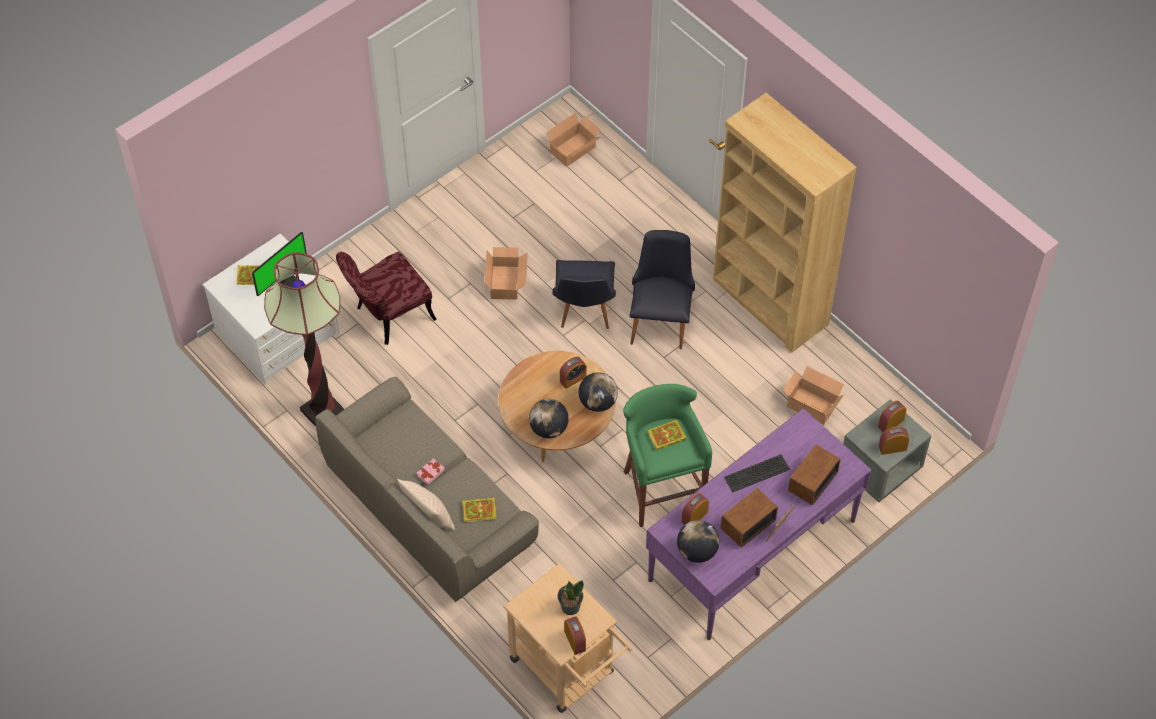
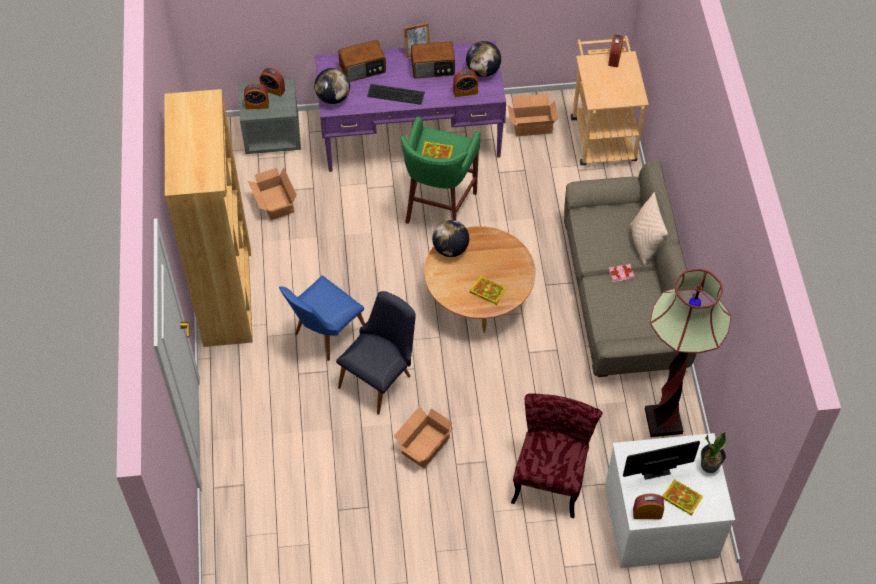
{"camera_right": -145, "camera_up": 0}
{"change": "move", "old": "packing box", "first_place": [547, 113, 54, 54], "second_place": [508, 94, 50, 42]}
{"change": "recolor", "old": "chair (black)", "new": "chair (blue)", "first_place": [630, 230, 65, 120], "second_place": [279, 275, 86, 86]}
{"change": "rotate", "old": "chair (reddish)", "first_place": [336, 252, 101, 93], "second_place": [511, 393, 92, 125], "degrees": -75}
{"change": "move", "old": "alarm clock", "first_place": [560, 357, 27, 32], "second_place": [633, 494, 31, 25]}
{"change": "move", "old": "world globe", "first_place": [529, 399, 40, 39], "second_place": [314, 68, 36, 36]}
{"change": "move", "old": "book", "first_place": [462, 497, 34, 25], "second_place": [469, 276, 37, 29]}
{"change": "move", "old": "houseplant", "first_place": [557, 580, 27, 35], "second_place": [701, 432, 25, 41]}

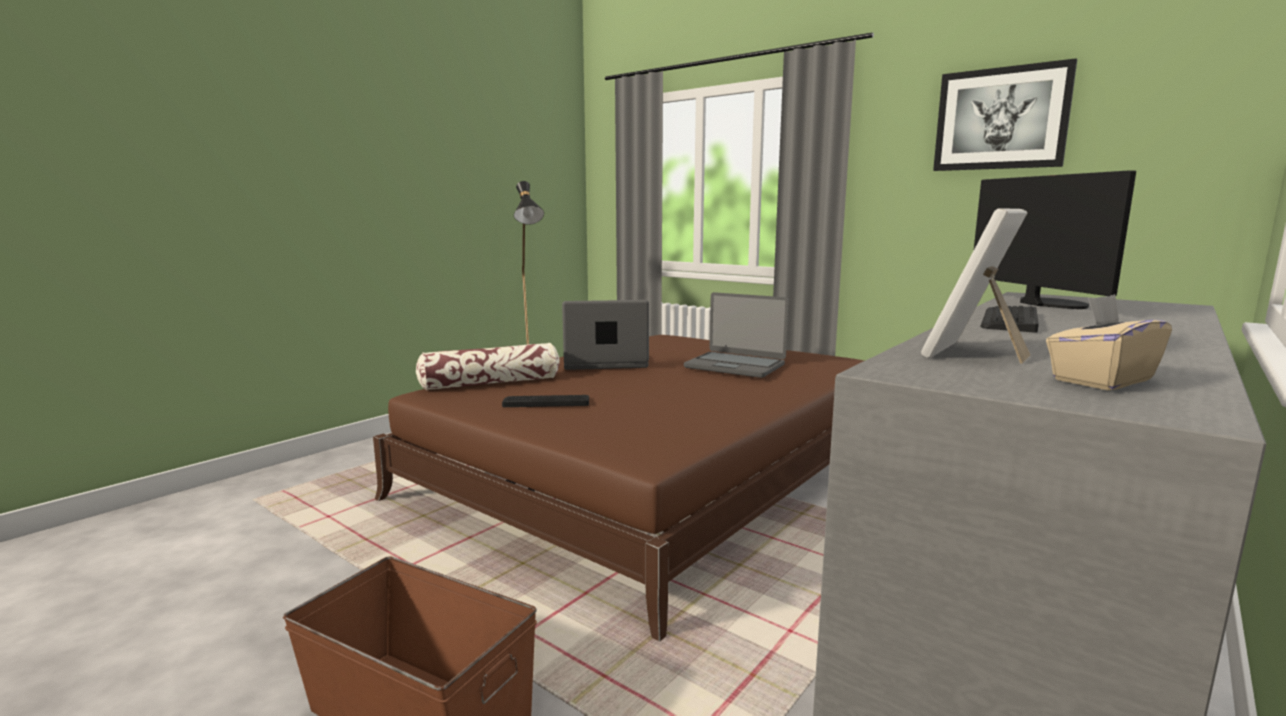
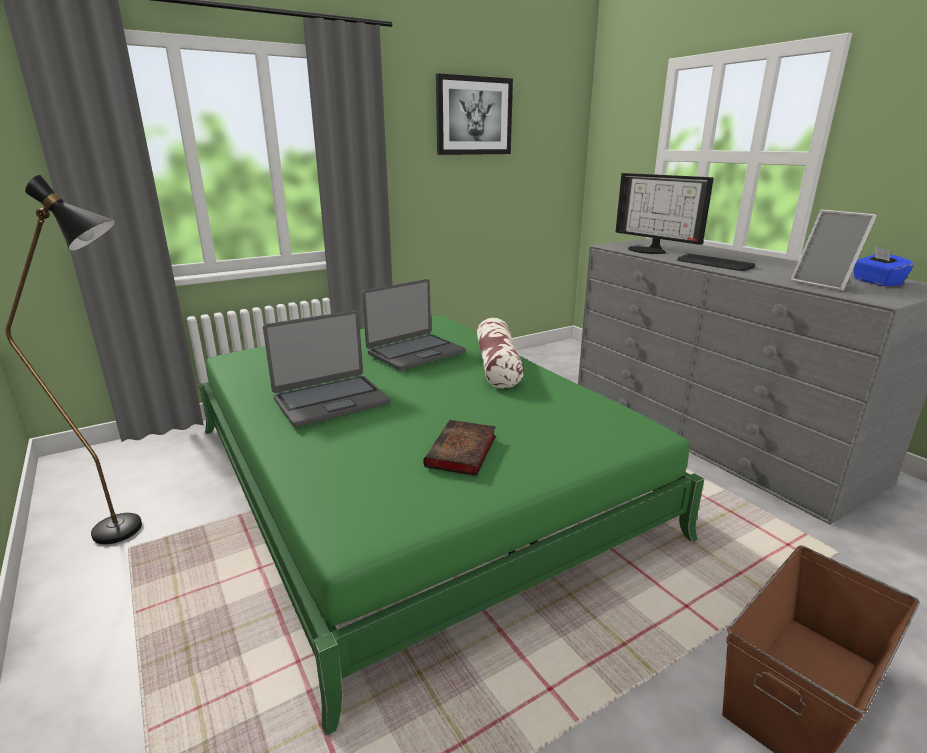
{"camera_right": -70, "camera_up": 10}
{"change": "rotate", "old": "monitor", "first_place": [974, 170, 162, 139], "second_place": [615, 173, 99, 81], "degrees": -135}
{"change": "recolor", "old": "tissue box (beige)", "new": "tissue box (blue)", "first_place": [1046, 294, 126, 96], "second_place": [854, 247, 60, 39]}
{"change": "rotate", "old": "portable computer", "first_place": [562, 300, 87, 70], "second_place": [263, 310, 128, 117], "degrees": -135}
{"change": "recolor", "old": "bedroom bed (brown-coloured)", "new": "bedroom bed (green-coloured)", "first_place": [373, 335, 491, 306], "second_place": [199, 316, 505, 420]}
{"change": "move", "old": "throw pillow", "first_place": [416, 343, 144, 47], "second_place": [477, 318, 47, 71]}
{"change": "replace", "old": "computer keyboard", "new": "book", "first_place": [502, 395, 87, 12], "second_place": [423, 420, 73, 56]}

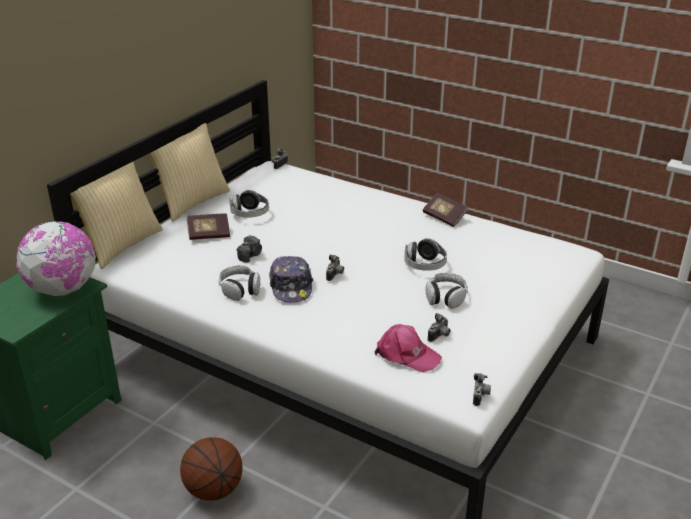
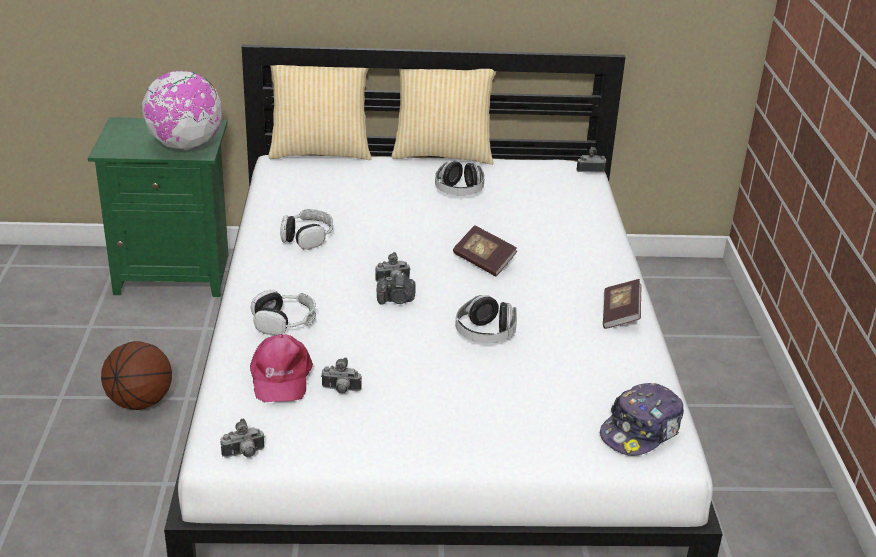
{"camera_right": 55, "camera_up": 0}
{"change": "move", "old": "book", "first_place": [187, 213, 43, 27], "second_place": [453, 225, 64, 52]}
{"change": "move", "old": "photo camera", "first_place": [237, 235, 25, 28], "second_place": [377, 272, 39, 33]}
{"change": "move", "old": "baseball cap", "first_place": [269, 256, 44, 46], "second_place": [600, 383, 84, 73]}
{"change": "move", "old": "pair of headphones", "first_place": [426, 273, 42, 36], "second_place": [251, 290, 65, 46]}

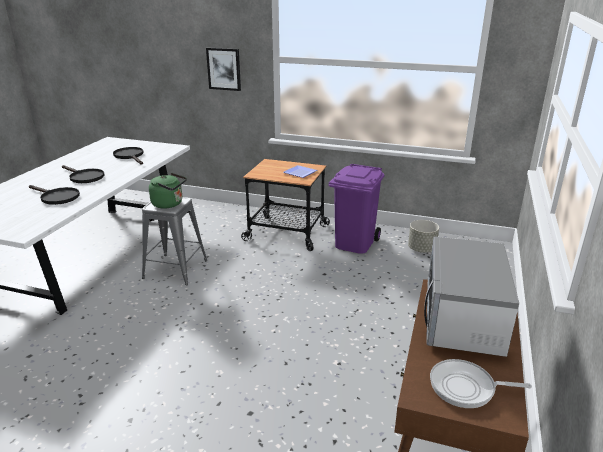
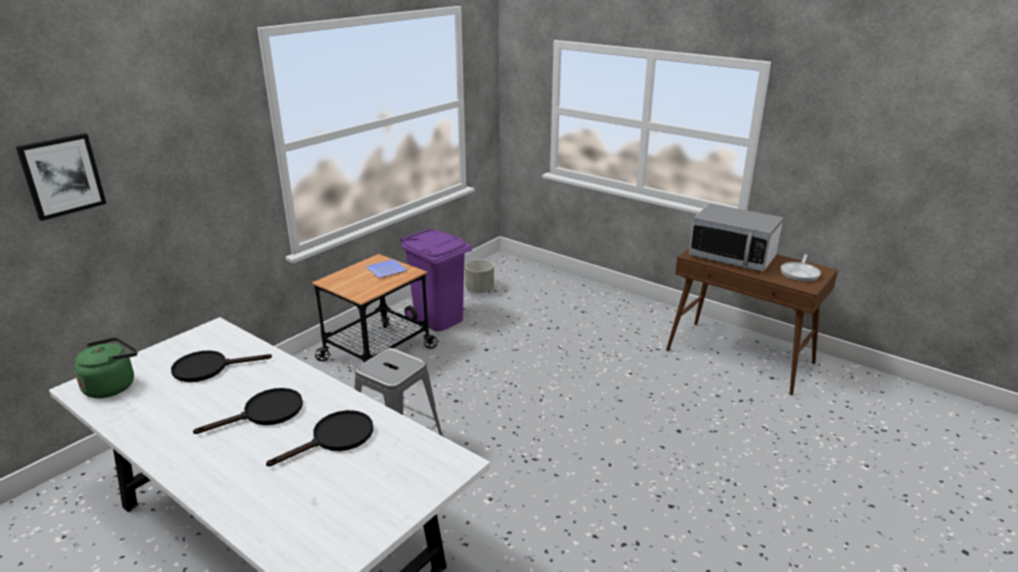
{"camera_right": -70, "camera_up": 0}
{"change": "move", "old": "picture", "first_place": [206, 47, 35, 44], "second_place": [16, 133, 91, 88]}
{"change": "move", "old": "water kettle (green-coloured)", "first_place": [149, 173, 38, 36], "second_place": [74, 338, 63, 60]}

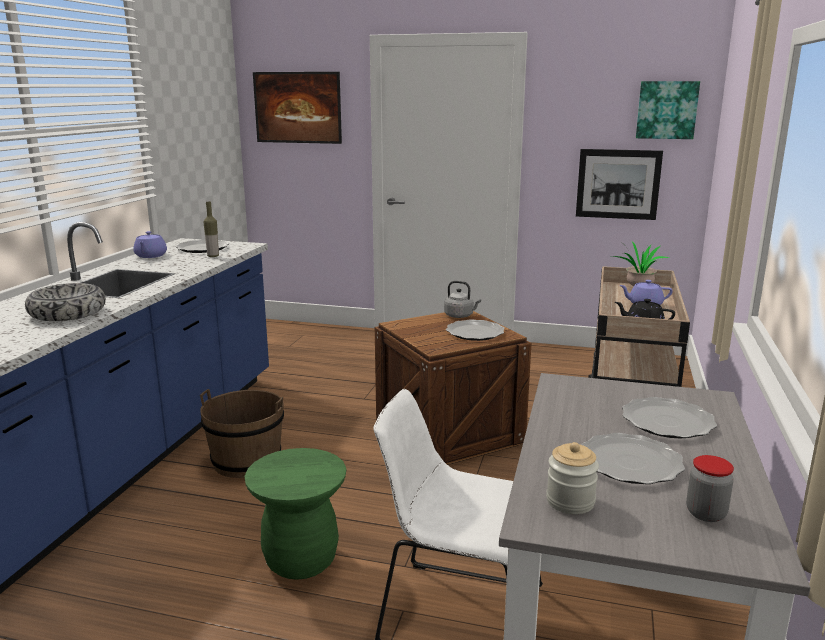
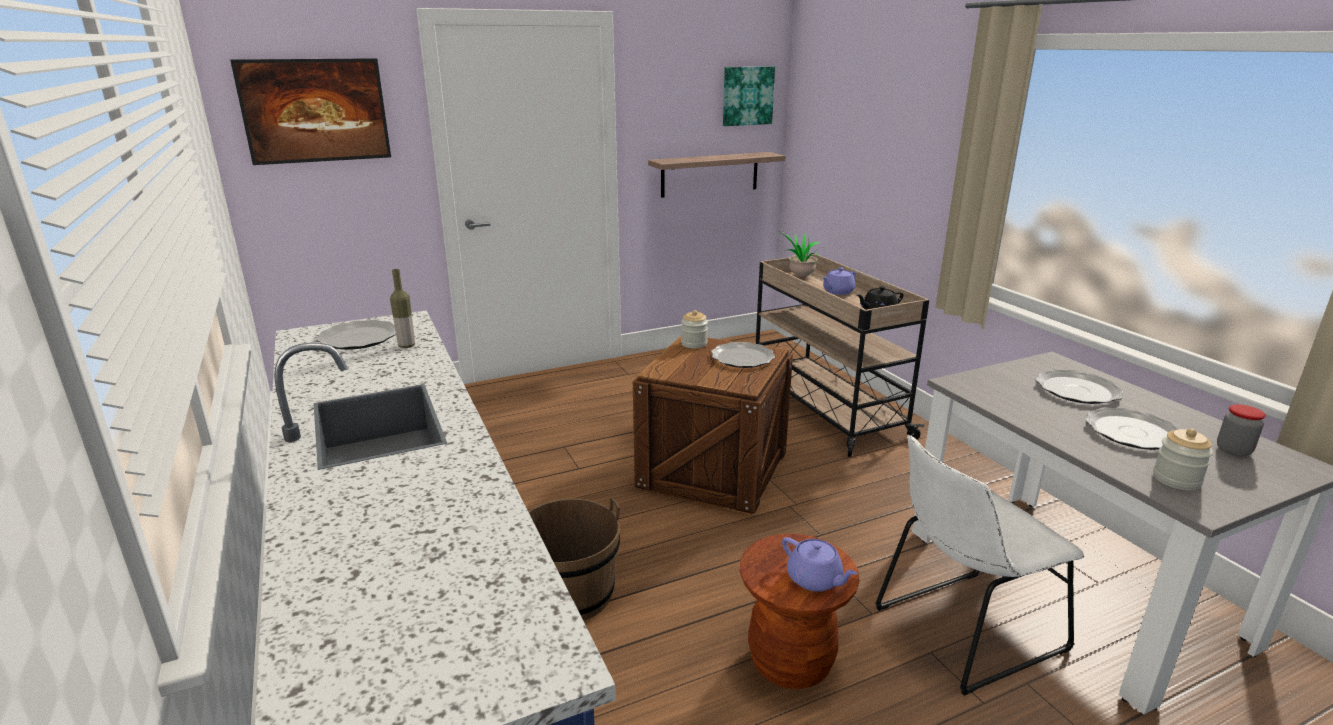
{"camera_right": -40, "camera_up": 5}
{"change": "replace", "old": "picture", "new": "shelf", "first_place": [576, 149, 87, 71], "second_place": [648, 152, 138, 46]}
{"change": "move", "old": "teapot (purple)", "first_place": [133, 231, 34, 27], "second_place": [782, 537, 76, 55]}
{"change": "replace", "old": "water kettle (gray)", "new": "jar", "first_place": [444, 281, 37, 37], "second_place": [681, 310, 27, 39]}
{"change": "delete", "old": "serving bowl", "first_place": [25, 283, 81, 38]}
{"change": "recolor", "old": "stool (green-coloured)", "new": "stool (brown-coloured)", "first_place": [245, 448, 101, 132], "second_place": [740, 534, 120, 155]}

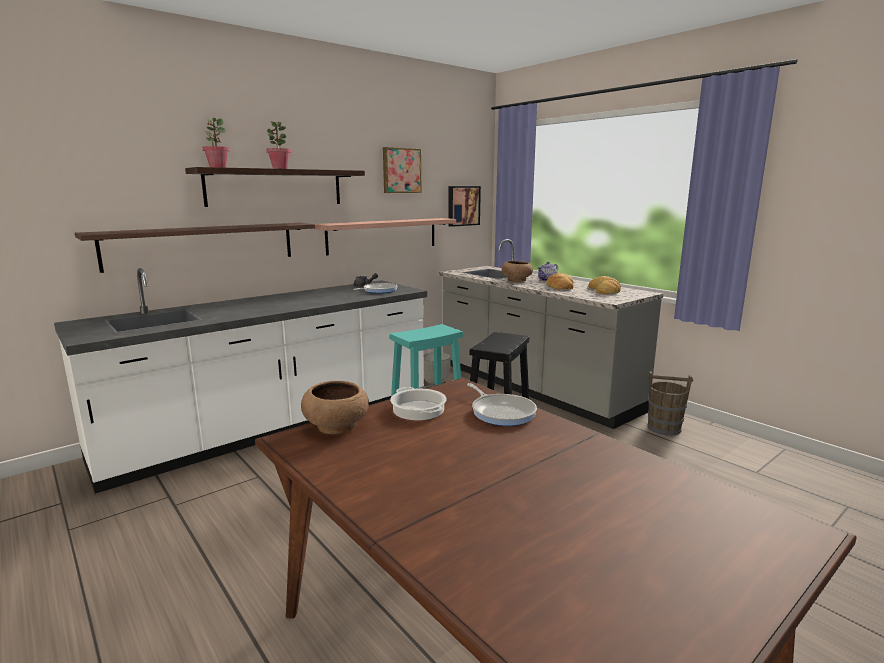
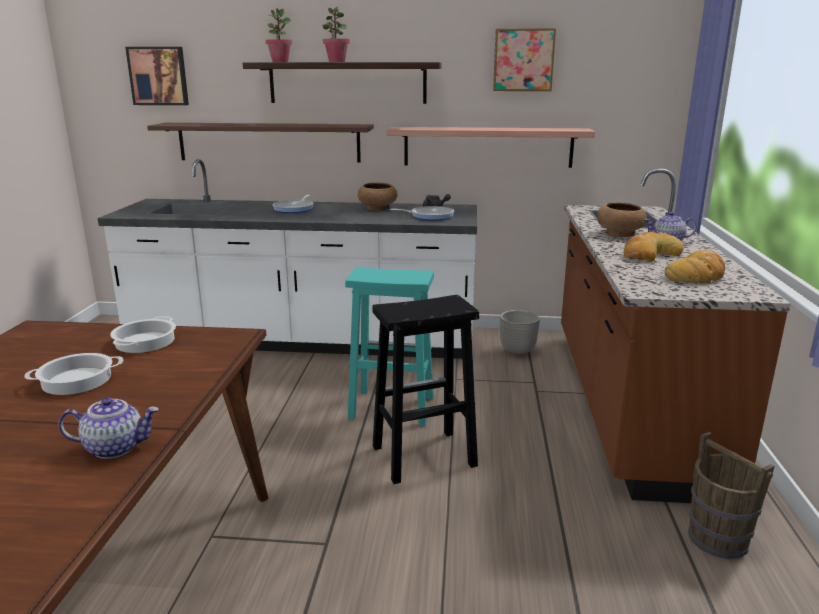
{"camera_right": 45, "camera_up": 5}
{"change": "move", "old": "picture", "first_place": [448, 186, 33, 41], "second_place": [125, 47, 64, 58]}
{"change": "recolor", "old": "kitchen base unit (gray)", "new": "kitchen base unit (brown-coloured)", "first_place": [439, 239, 224, 190], "second_place": [561, 169, 230, 334]}
{"change": "move", "old": "serving bowl (brown-coloured)", "first_place": [301, 381, 68, 53], "second_place": [358, 183, 39, 28]}
{"change": "move", "old": "pan", "first_place": [467, 383, 70, 43], "second_place": [273, 195, 41, 18]}
{"change": "insert", "new": "cooking pot", "second_place": [24, 353, 100, 42]}
{"change": "insert", "new": "teapot", "second_place": [59, 397, 100, 62]}

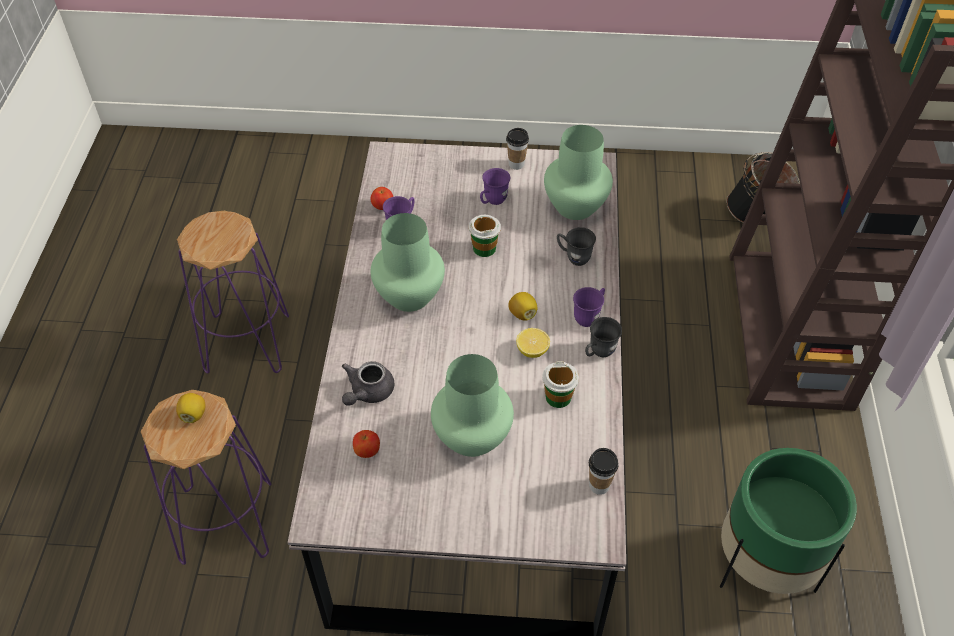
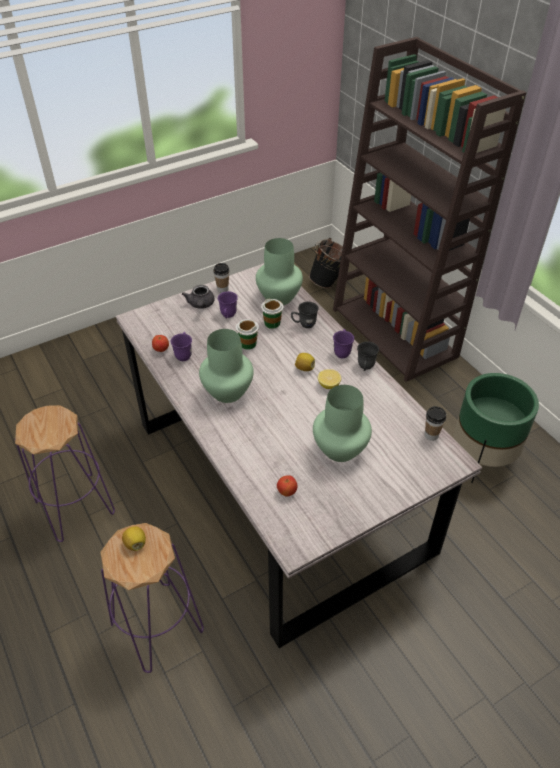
{"camera_right": -35, "camera_up": -5}
{"change": "move", "old": "teapot (gray)", "first_place": [342, 361, 52, 45], "second_place": [182, 285, 32, 24]}
{"change": "move", "old": "cup", "first_place": [542, 361, 37, 47], "second_place": [261, 299, 22, 30]}

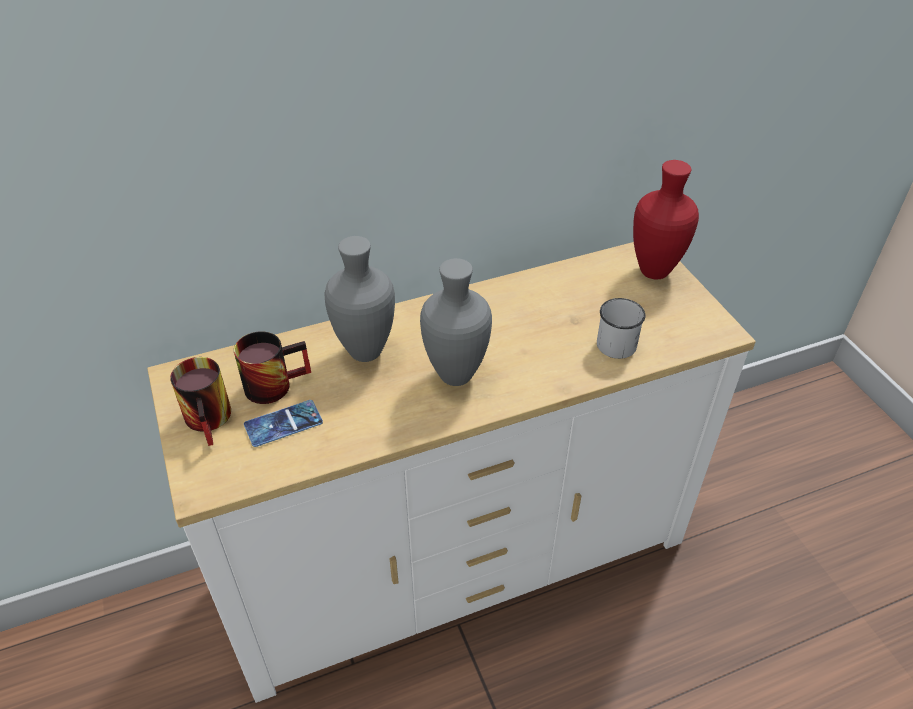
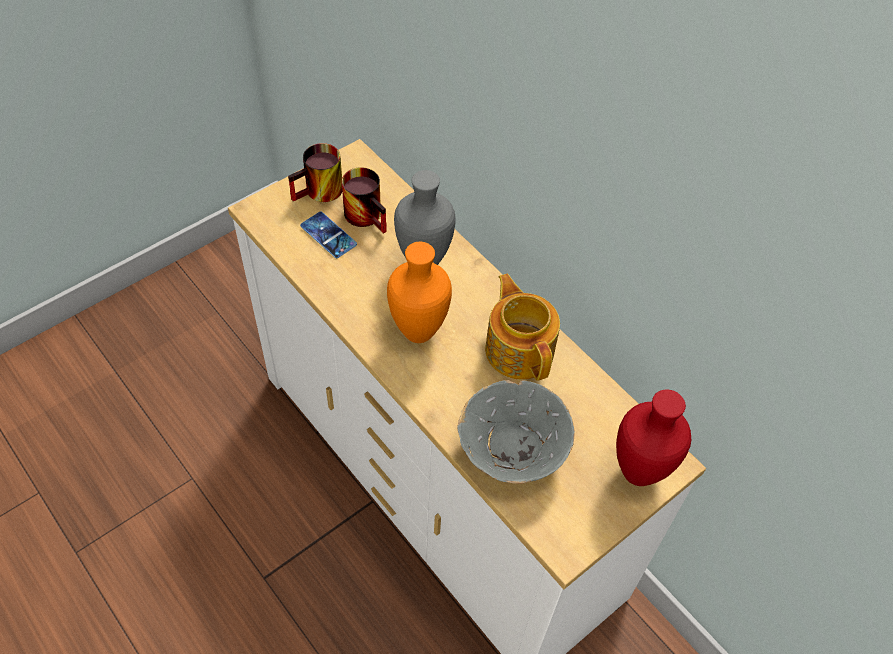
{"camera_right": 70, "camera_up": 10}
{"change": "recolor", "old": "decorative vase (gray)", "new": "decorative vase (orangey)", "first_place": [420, 258, 72, 128], "second_place": [387, 242, 65, 101]}
{"change": "replace", "old": "tea mug (whitish)", "new": "serving bowl (gray)", "first_place": [597, 298, 49, 61], "second_place": [457, 380, 118, 104]}
{"change": "insert", "new": "teapot", "second_place": [485, 274, 75, 106]}

